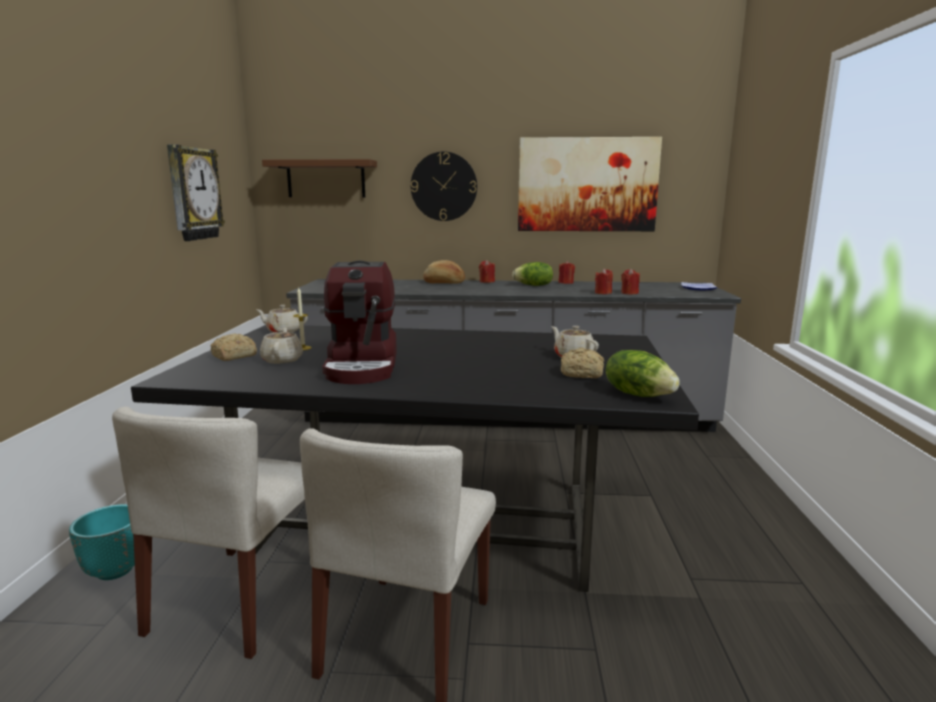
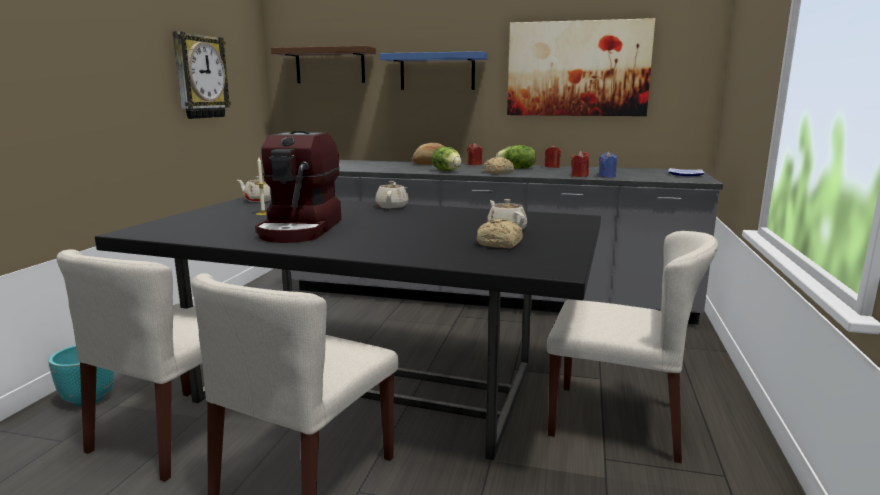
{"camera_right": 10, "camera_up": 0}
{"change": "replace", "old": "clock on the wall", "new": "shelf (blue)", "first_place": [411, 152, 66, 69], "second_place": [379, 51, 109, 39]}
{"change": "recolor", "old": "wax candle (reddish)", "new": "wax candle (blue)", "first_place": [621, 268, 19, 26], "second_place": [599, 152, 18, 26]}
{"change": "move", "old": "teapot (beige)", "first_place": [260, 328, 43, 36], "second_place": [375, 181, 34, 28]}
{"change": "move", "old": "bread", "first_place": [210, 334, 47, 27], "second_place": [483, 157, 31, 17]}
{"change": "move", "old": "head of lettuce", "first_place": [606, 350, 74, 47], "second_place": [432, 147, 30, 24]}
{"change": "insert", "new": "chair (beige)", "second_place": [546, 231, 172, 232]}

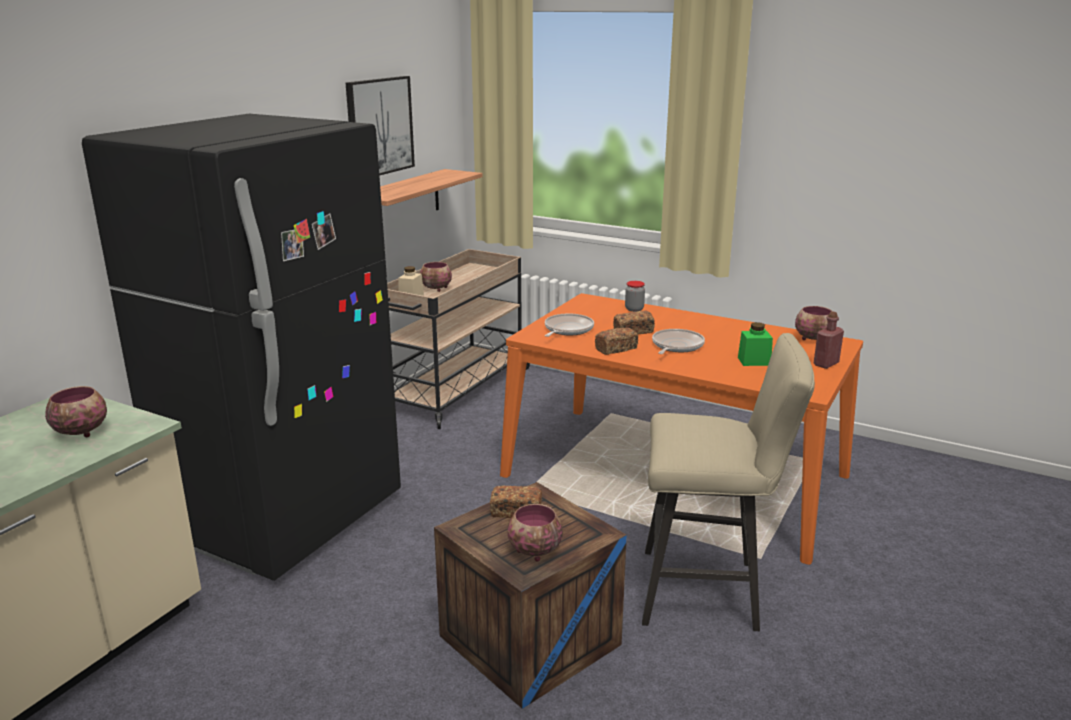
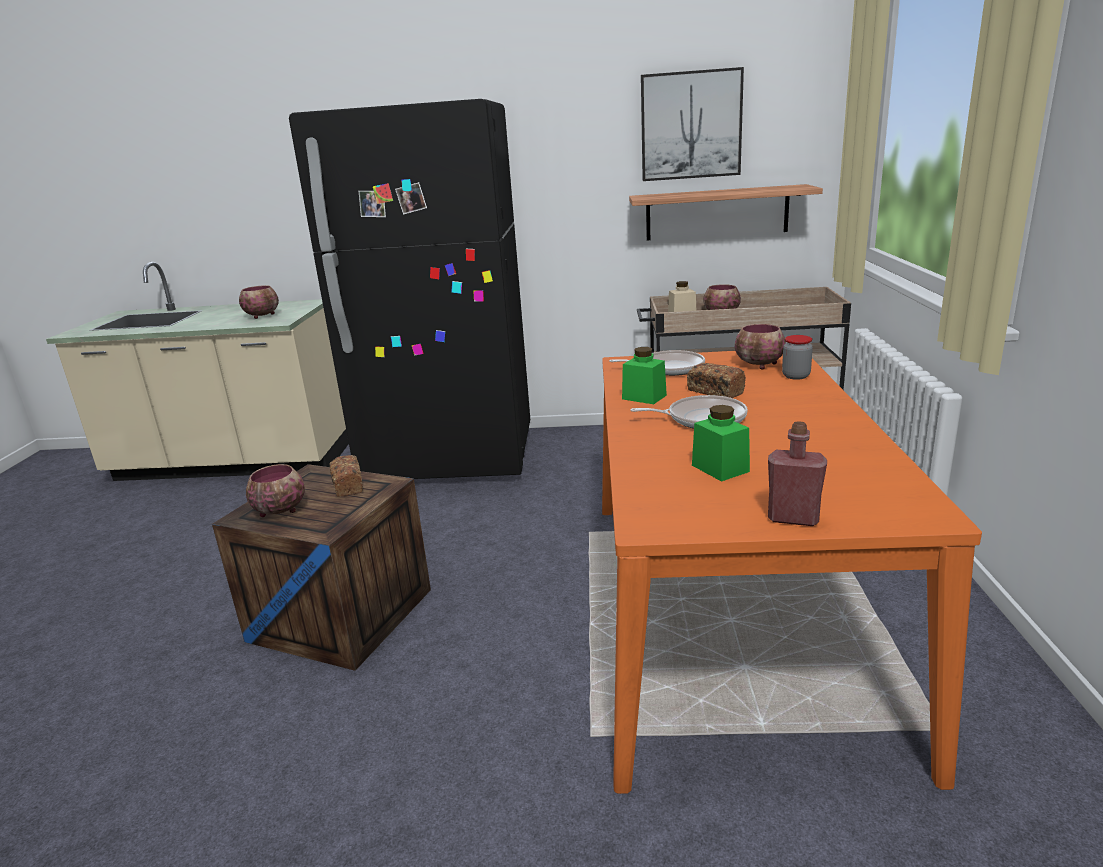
{"camera_right": 65, "camera_up": 0}
{"change": "move", "old": "serving bowl", "first_place": [795, 306, 37, 34], "second_place": [735, 324, 51, 45]}
{"change": "replace", "old": "bread", "new": "jar (green-coloured)", "first_place": [595, 327, 43, 28], "second_place": [622, 347, 45, 57]}
{"change": "delete", "old": "stool (beige)", "first_place": [642, 333, 173, 298]}

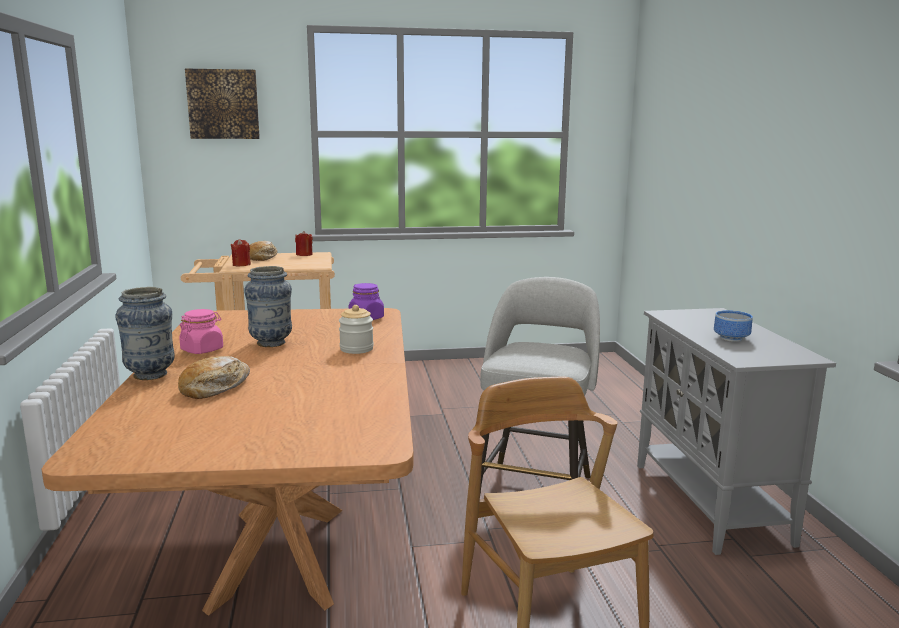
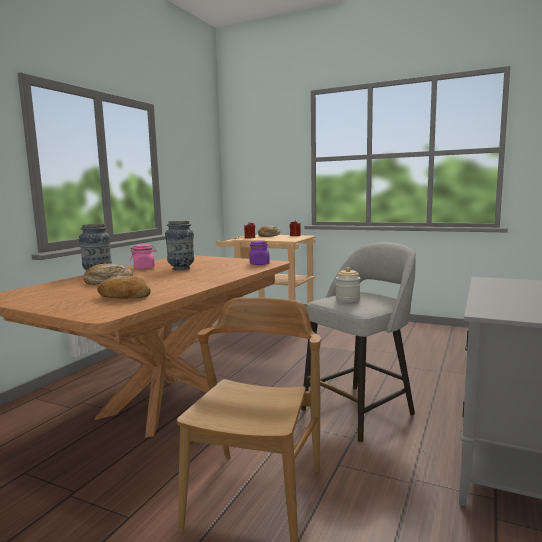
{"camera_right": 35, "camera_up": -5}
{"change": "delete", "old": "picture", "first_place": [185, 69, 75, 70]}
{"change": "move", "old": "jar", "first_place": [339, 305, 35, 49], "second_place": [336, 267, 25, 35]}
{"change": "delete", "old": "serving bowl", "first_place": [714, 310, 39, 32]}
{"change": "insert", "new": "bread", "second_place": [97, 276, 54, 23]}

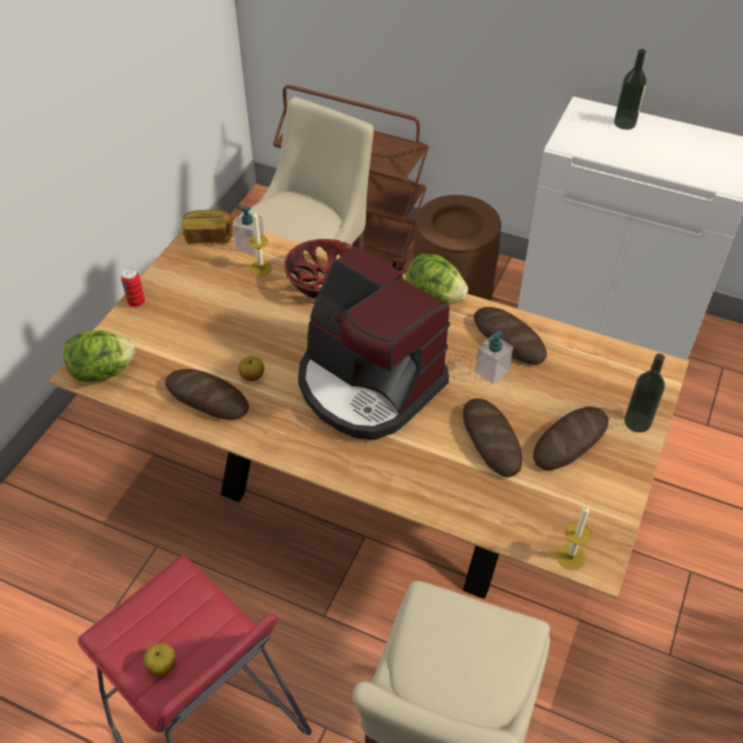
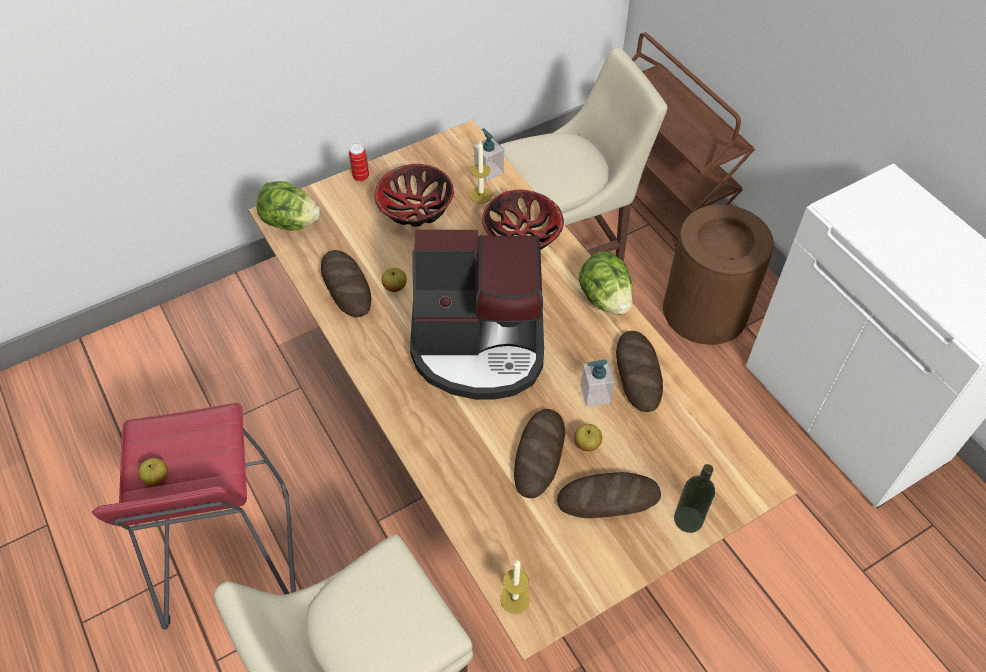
{"camera_right": 35, "camera_up": 5}
{"change": "delete", "old": "bottle", "first_place": [614, 49, 32, 81]}
{"change": "delete", "old": "bread", "first_place": [182, 210, 52, 34]}
{"change": "rotate", "old": "coffee maker", "first_place": [298, 246, 152, 194], "second_place": [410, 230, 134, 170], "degrees": -75}
{"change": "insert", "new": "serving bowl", "second_place": [375, 164, 79, 63]}
{"change": "insert", "new": "whole apple", "second_place": [574, 424, 28, 27]}

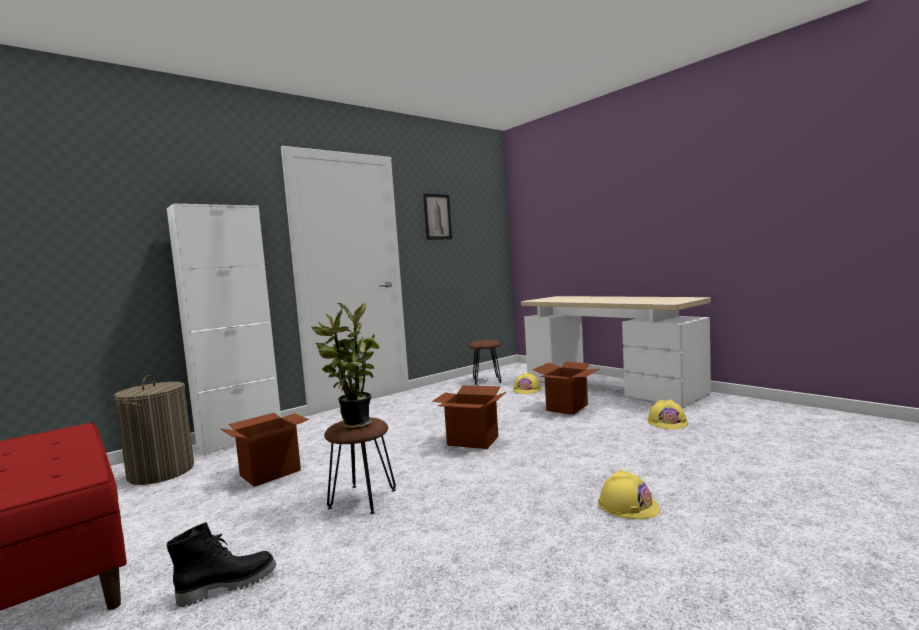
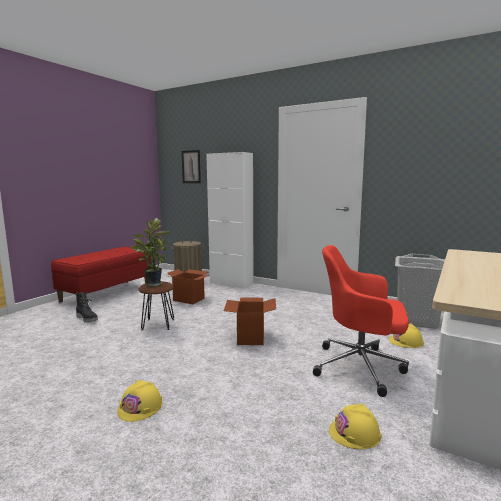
{"camera_right": 70, "camera_up": 5}
{"change": "move", "old": "picture", "first_place": [423, 193, 29, 47], "second_place": [182, 150, 19, 33]}
{"change": "replace", "old": "stool (brown-coloured)", "new": "washing basket (gray)", "first_place": [469, 340, 32, 45], "second_place": [395, 254, 50, 75]}
{"change": "replace", "old": "packing box", "new": "office chair (reddish)", "first_place": [533, 362, 66, 53], "second_place": [313, 245, 96, 152]}

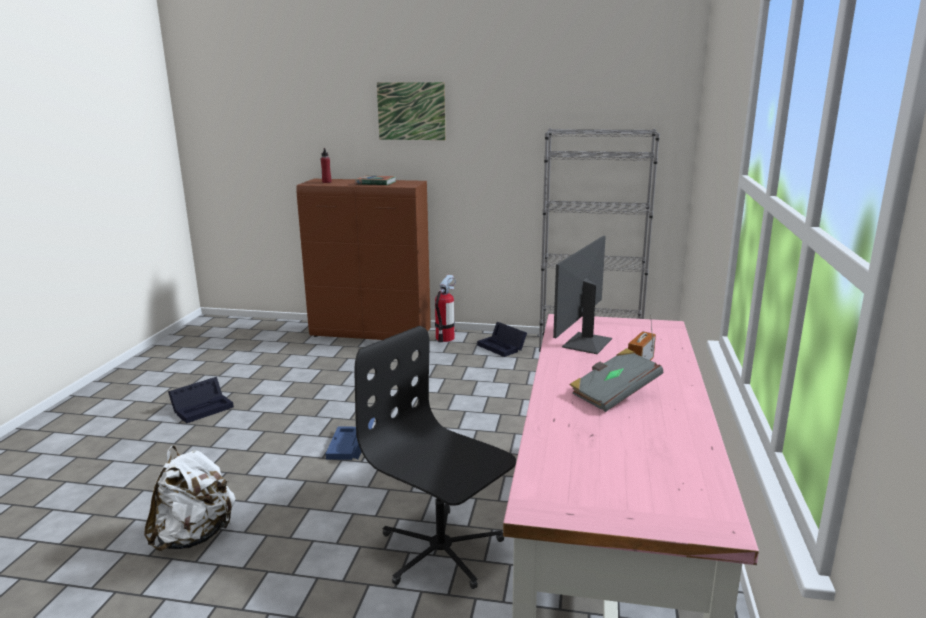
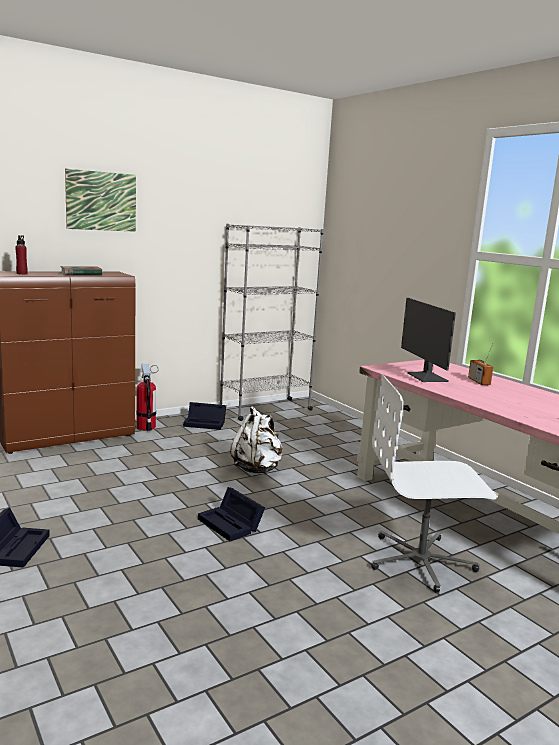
{"camera_right": -45, "camera_up": -5}
{"change": "recolor", "old": "office chair (black)", "new": "office chair (whitish)", "first_place": [355, 326, 161, 263], "second_place": [371, 374, 126, 219]}
{"change": "delete", "old": "book (gray)", "first_place": [570, 348, 93, 64]}
{"change": "recolor", "old": "storage box (blue)", "new": "storage box (black)", "first_place": [326, 418, 49, 42], "second_place": [198, 487, 67, 54]}
{"change": "move", "old": "rucksack (whitish)", "first_place": [144, 446, 92, 105], "second_place": [230, 406, 53, 67]}

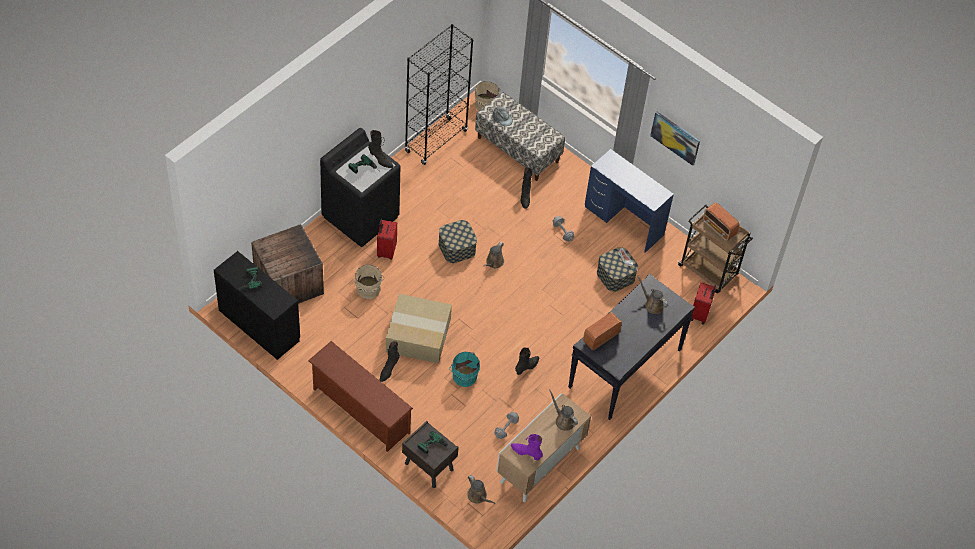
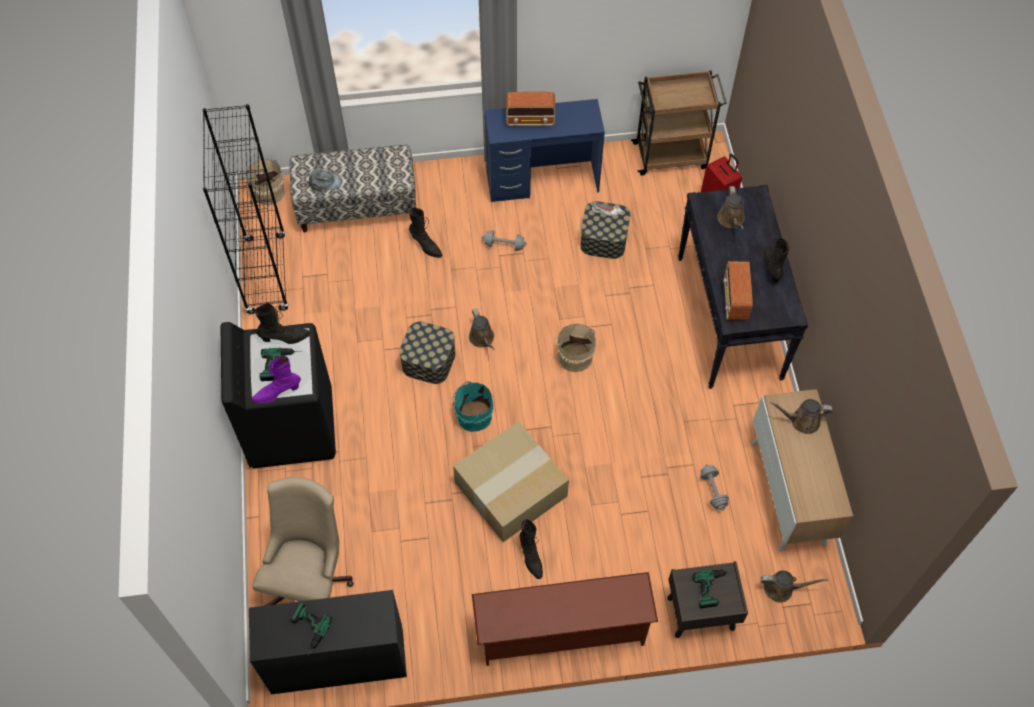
{"camera_right": -45, "camera_up": 5}
{"change": "delete", "old": "picture", "first_place": [650, 111, 50, 55]}
{"change": "move", "old": "radio receiver", "first_place": [703, 202, 37, 39], "second_place": [506, 92, 49, 34]}
{"change": "delete", "old": "piece of luggage (reddish)", "first_place": [377, 219, 20, 41]}
{"change": "replace", "old": "shipping crate", "new": "office chair (beige)", "first_place": [251, 224, 73, 80], "second_place": [252, 477, 102, 129]}
{"change": "move", "old": "pail (beige)", "first_place": [355, 265, 29, 34], "second_place": [554, 324, 42, 48]}
{"change": "rotate", "old": "sprinkling can (brown-coloured)", "first_place": [637, 276, 32, 38], "second_place": [718, 186, 27, 43], "degrees": -90}
{"change": "move", "old": "tall boot (black)", "first_place": [515, 347, 24, 28], "second_place": [763, 237, 27, 46]}
{"change": "move", "old": "pail (turquoise-coloured)", "first_place": [449, 352, 31, 35], "second_place": [453, 381, 41, 51]}
{"change": "move", "old": "tall boot (purple)", "first_place": [511, 434, 32, 27], "second_place": [251, 356, 50, 47]}

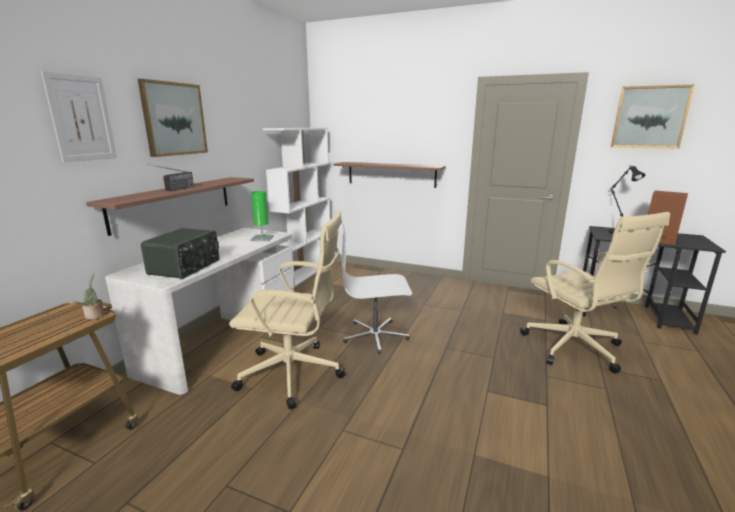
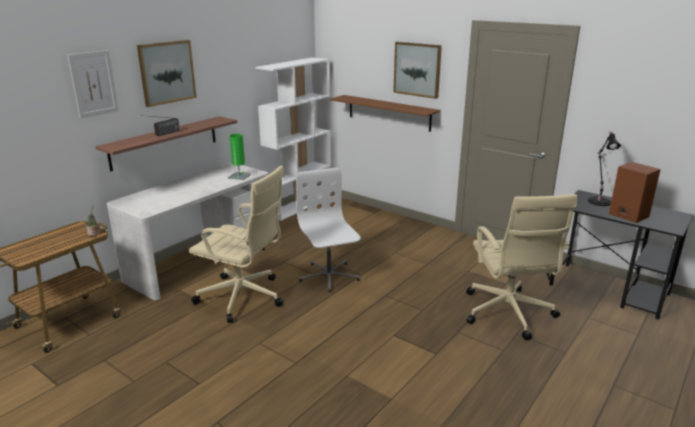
{"camera_right": 15, "camera_up": 5}
{"change": "move", "old": "picture", "first_place": [611, 85, 84, 64], "second_place": [393, 42, 49, 57]}
{"change": "rotate", "old": "office chair (whitish)", "first_place": [342, 223, 71, 131], "second_place": [296, 168, 65, 125], "degrees": 60}
{"change": "delete", "old": "radio receiver", "first_place": [141, 228, 79, 51]}

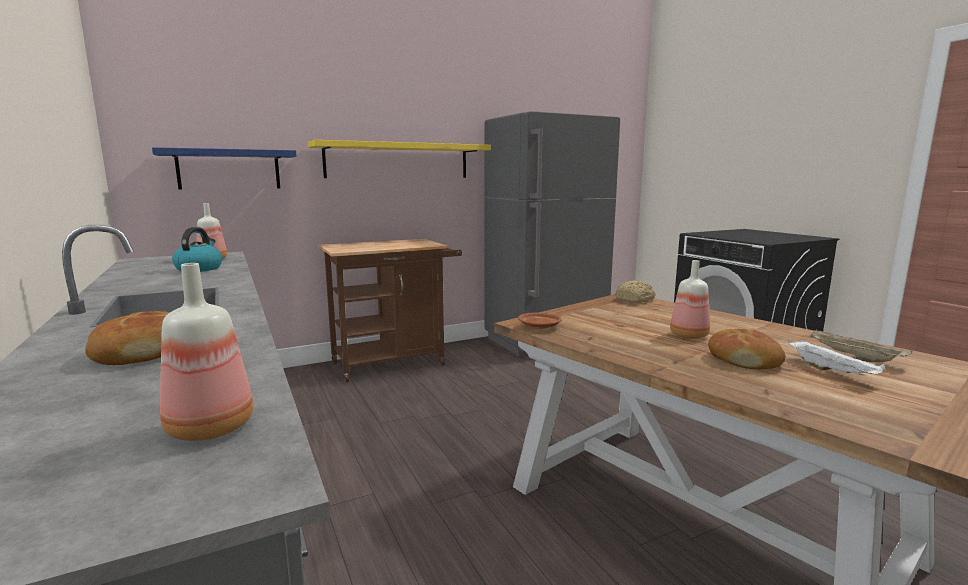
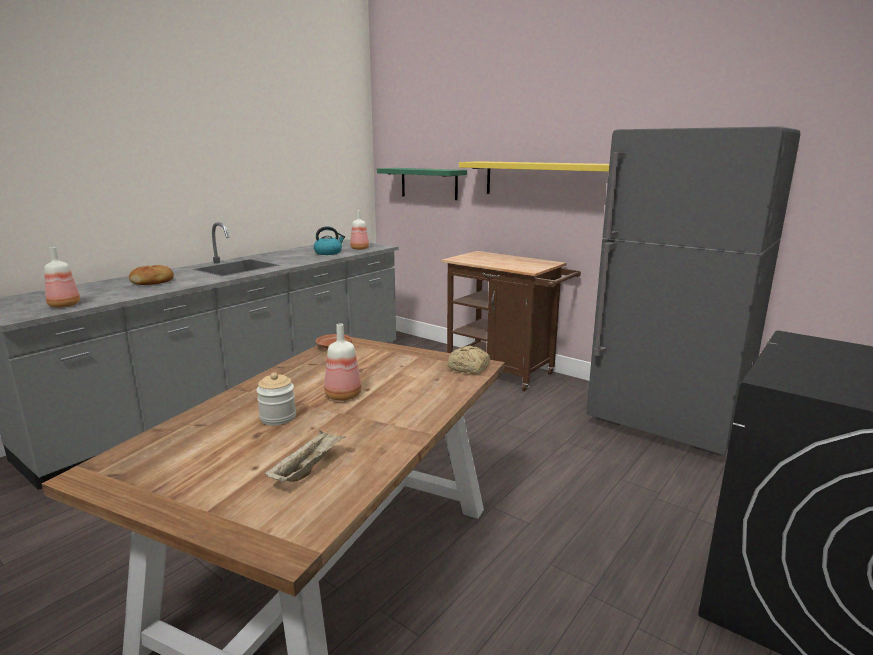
{"camera_right": 65, "camera_up": 5}
{"change": "recolor", "old": "shelf (blue)", "new": "shelf (green-coloured)", "first_place": [152, 147, 144, 43], "second_place": [377, 168, 90, 32]}
{"change": "replace", "old": "bread", "new": "jar", "first_place": [708, 329, 78, 40], "second_place": [256, 372, 40, 53]}
{"change": "delete", "old": "carrying tray (whitish)", "first_place": [787, 340, 98, 34]}

